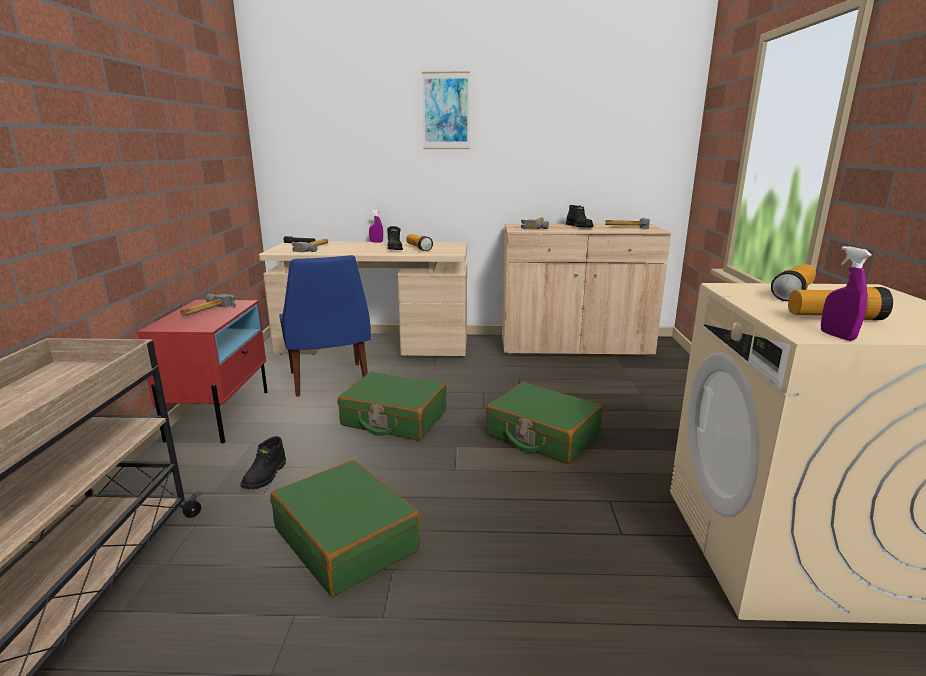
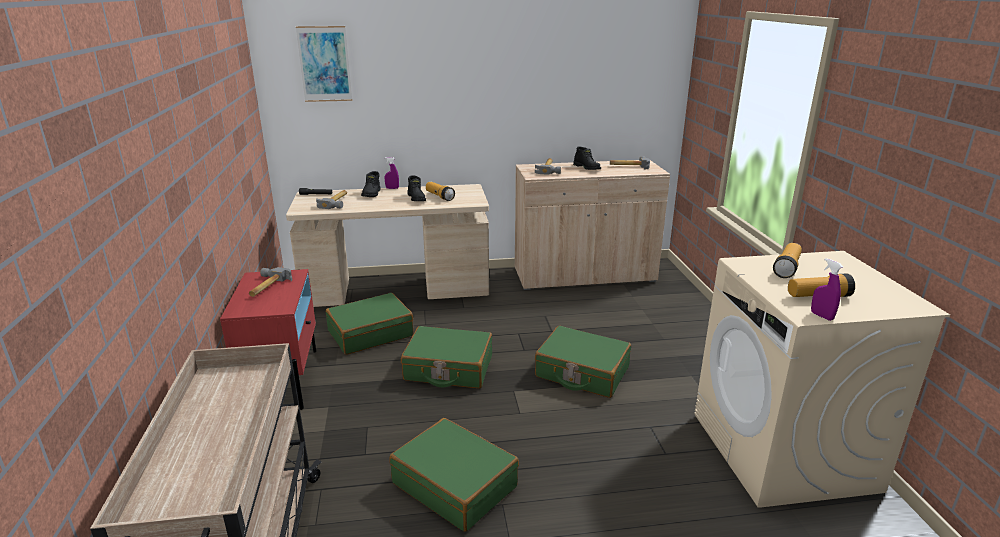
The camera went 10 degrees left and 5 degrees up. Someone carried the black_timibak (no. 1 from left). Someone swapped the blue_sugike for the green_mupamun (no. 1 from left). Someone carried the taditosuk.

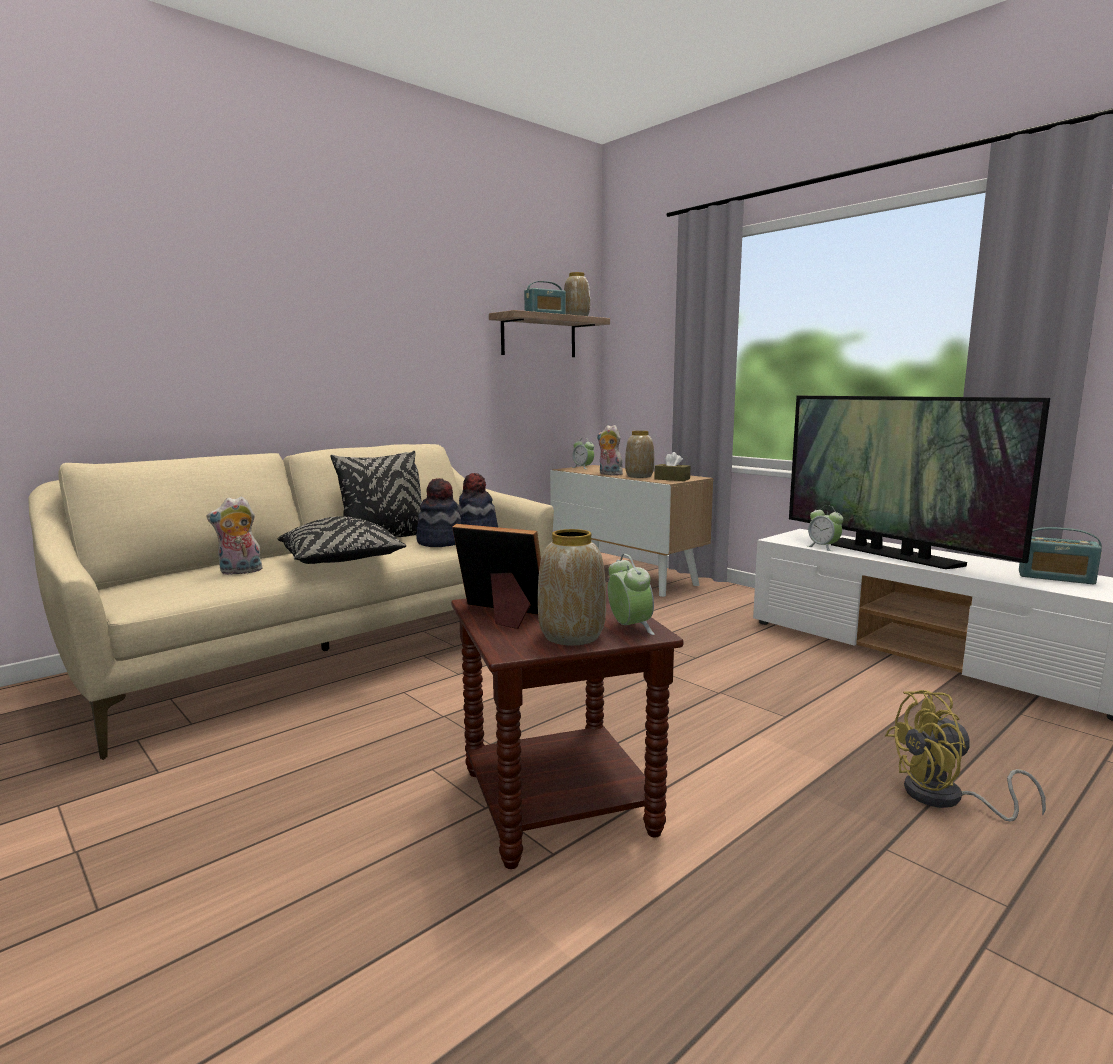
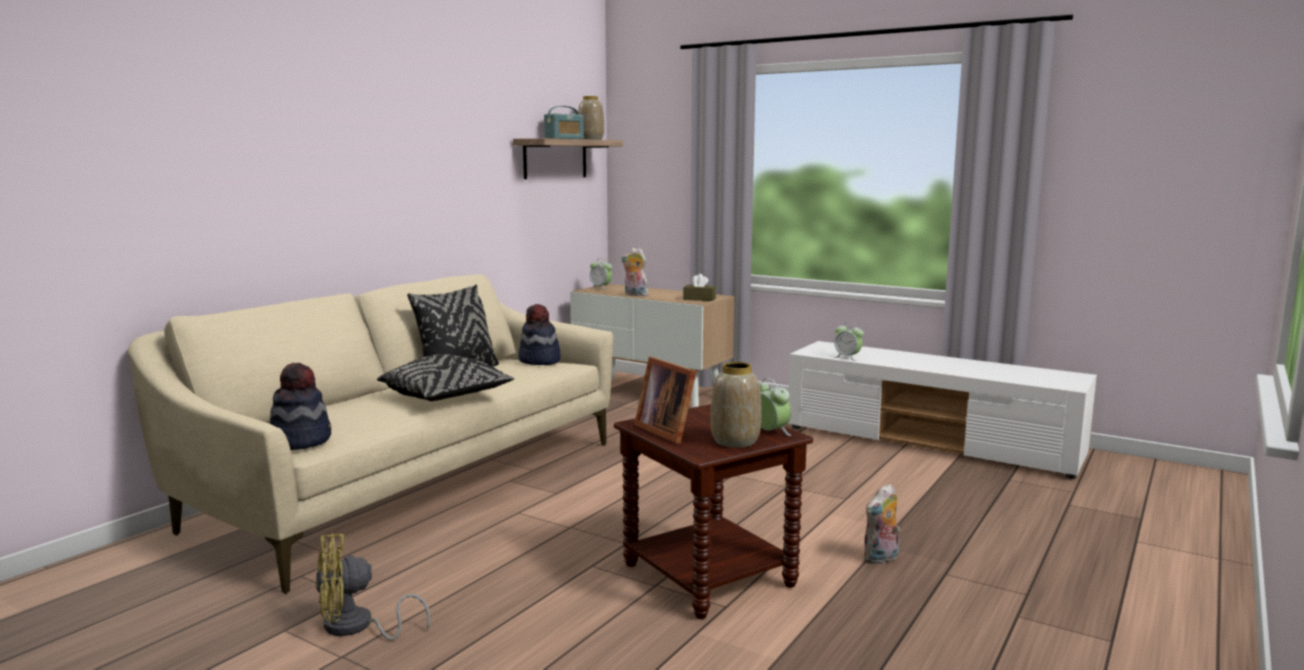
The camera went 15 degrees left and 0 degrees up. Someone carried the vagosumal (no. 1 from left in the first image). Someone carried the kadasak (no. 1 from left). Someone rotated the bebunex by 135 degrees counterclockwise. Someone took away the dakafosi (no. 3 from left). Someone took away the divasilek. Someone carried the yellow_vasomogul. Someone took away the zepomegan (no. 2 from left).

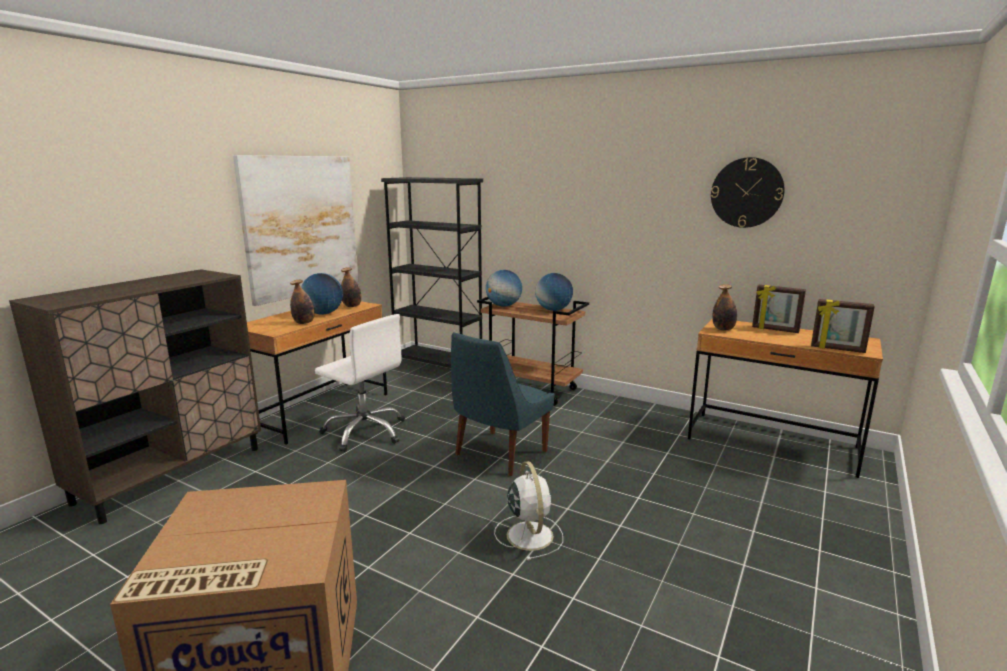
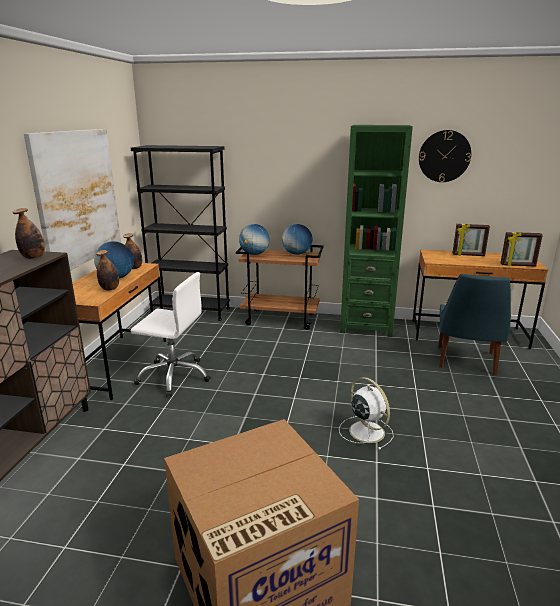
The camera went 20 degrees left and 5 degrees up. Someone carried the blue_sugike. Someone carried the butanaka (no. 3 from left in the first image). Someone put down the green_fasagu.

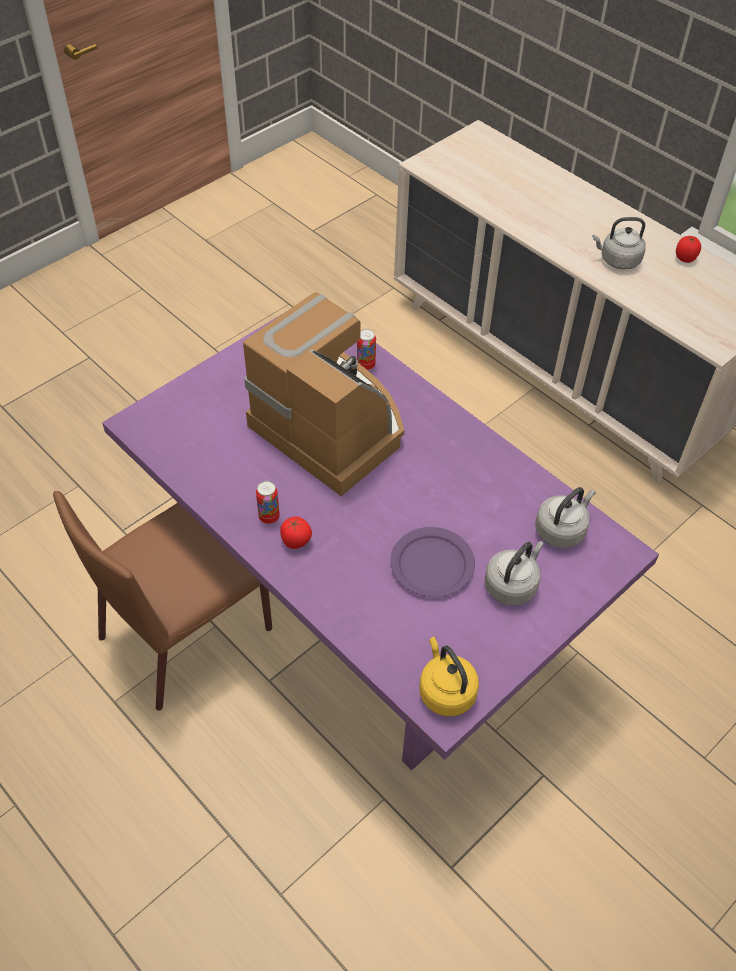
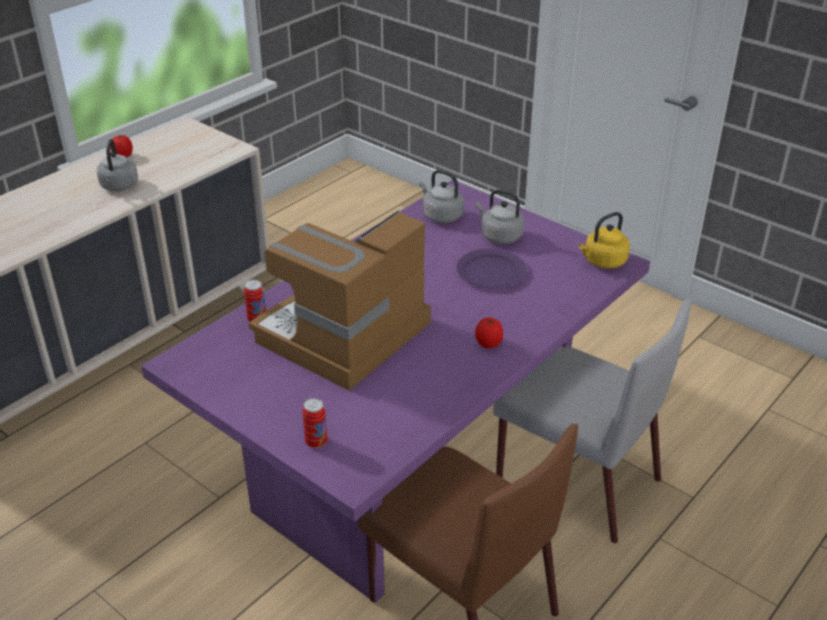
The camera went 95 degrees left and 15 degrees down. Someone carried the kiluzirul (no. 1 from left in the first image). Someone put down the grey_sugike.

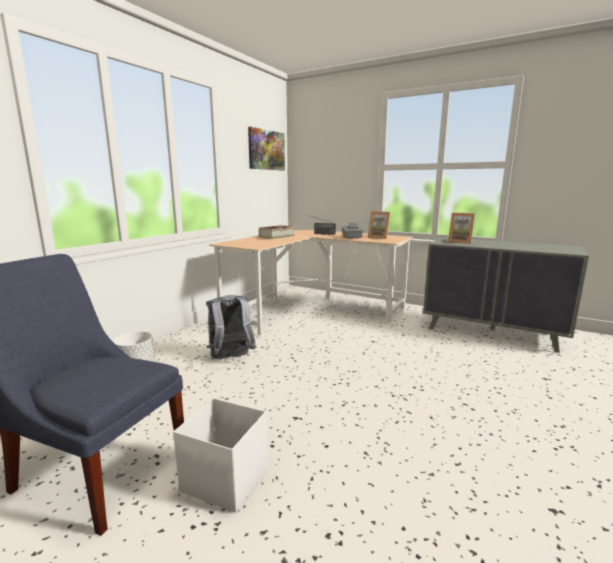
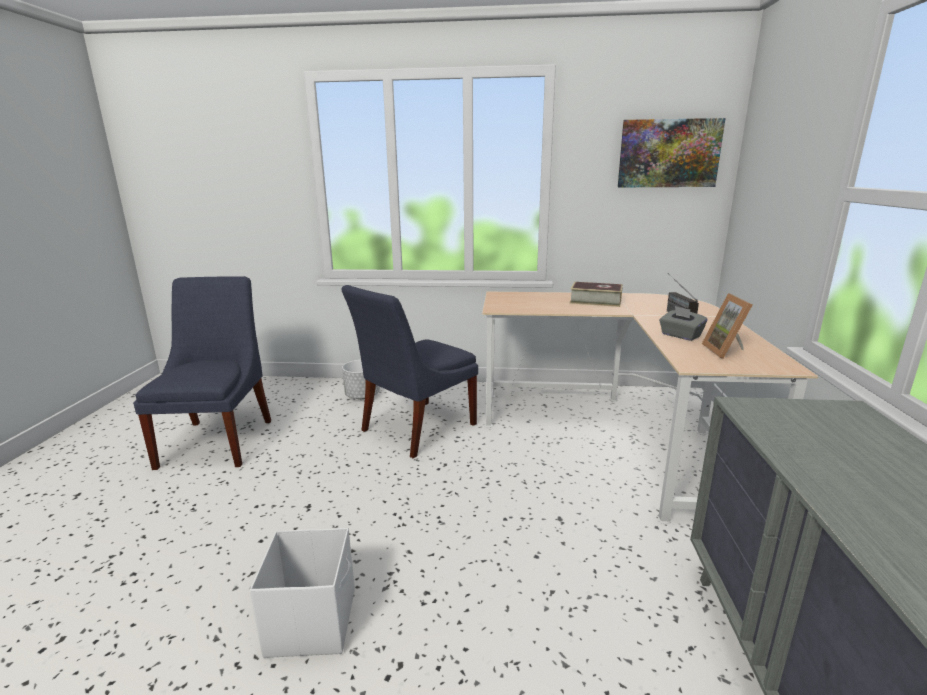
The camera went 65 degrees right and 5 degrees up. Someone carried the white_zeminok. Someone swapped the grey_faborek for the blue_sugike (no. 2 from left). Someone took away the bebunex (no. 2 from left).

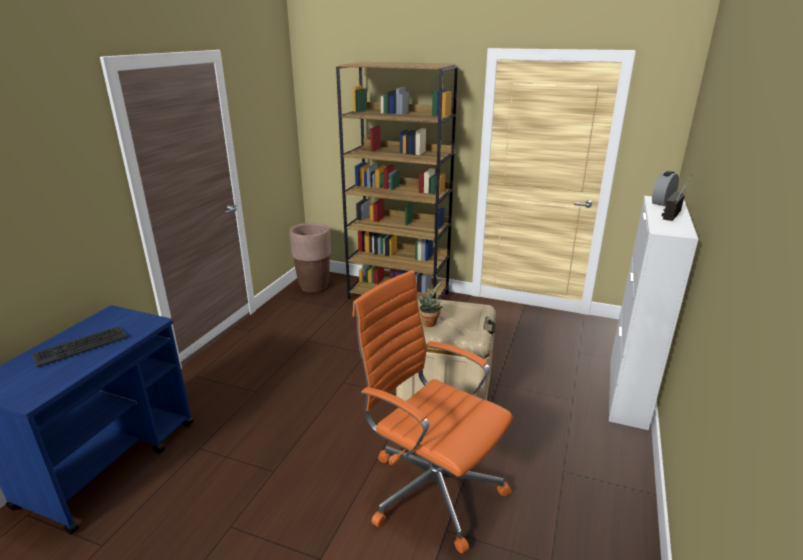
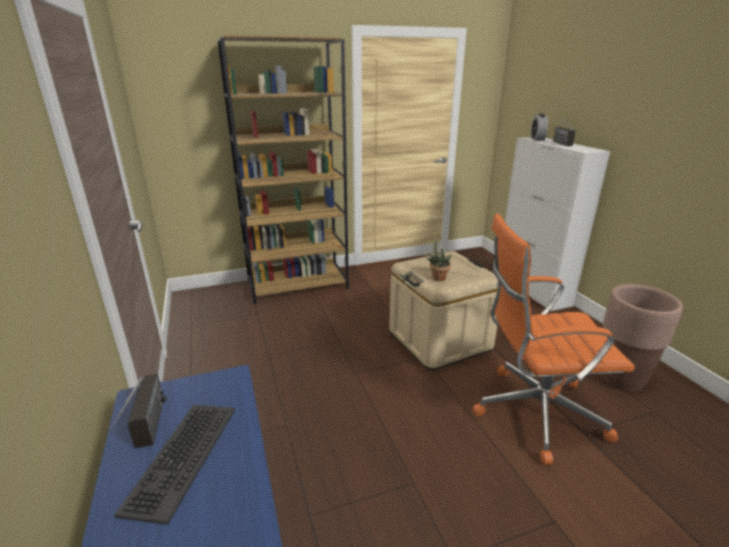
The camera went 40 degrees left and 0 degrees up. Someone carried the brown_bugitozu. Someone put down the zepomegan (no. 1 from left).

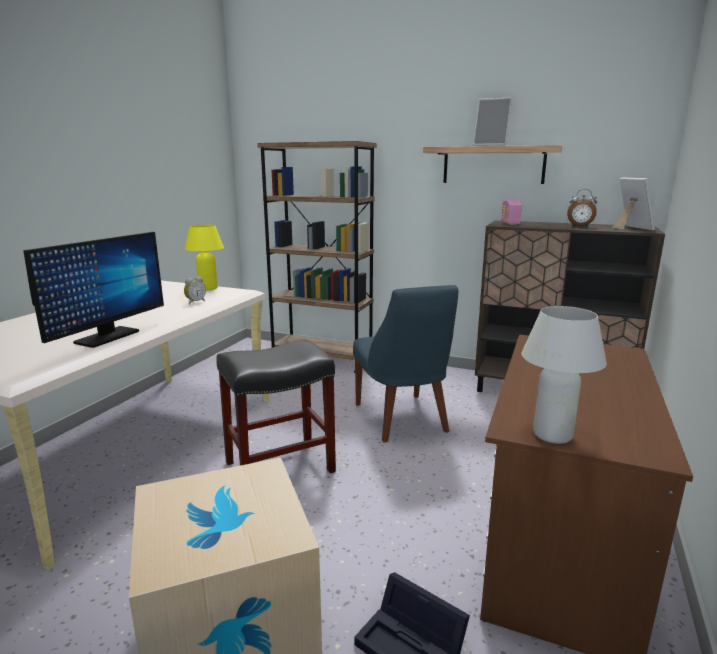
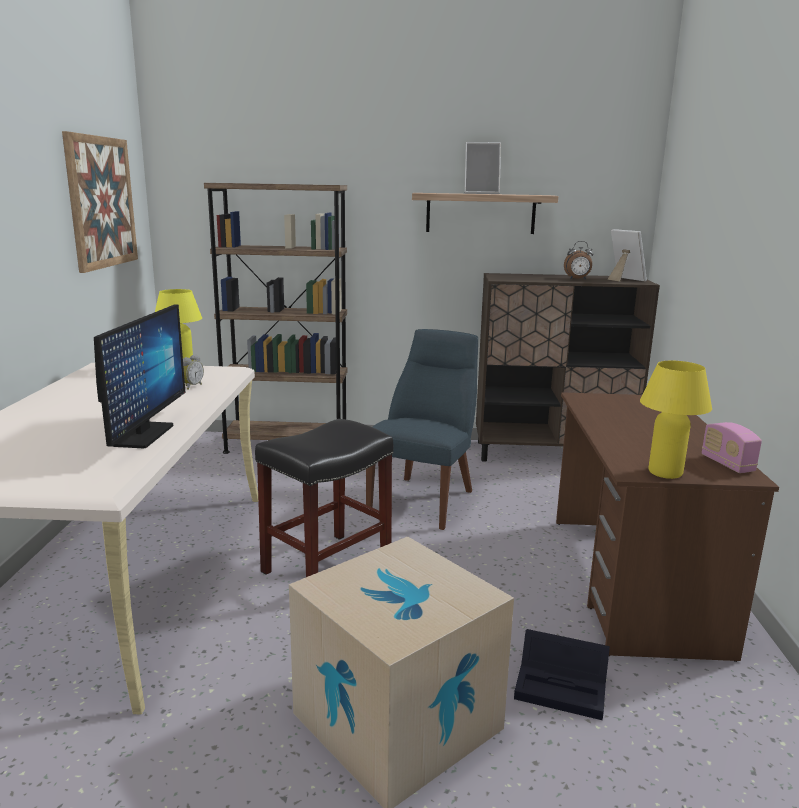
The camera went 20 degrees left and 0 degrees up. Someone rotated the blue_sugike by 120 degrees counterclockwise. Someone carried the zepomegan. Someone repainted the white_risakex, which became the yellow_risakex (no. 2 from left). Someone put up the taditosuk.

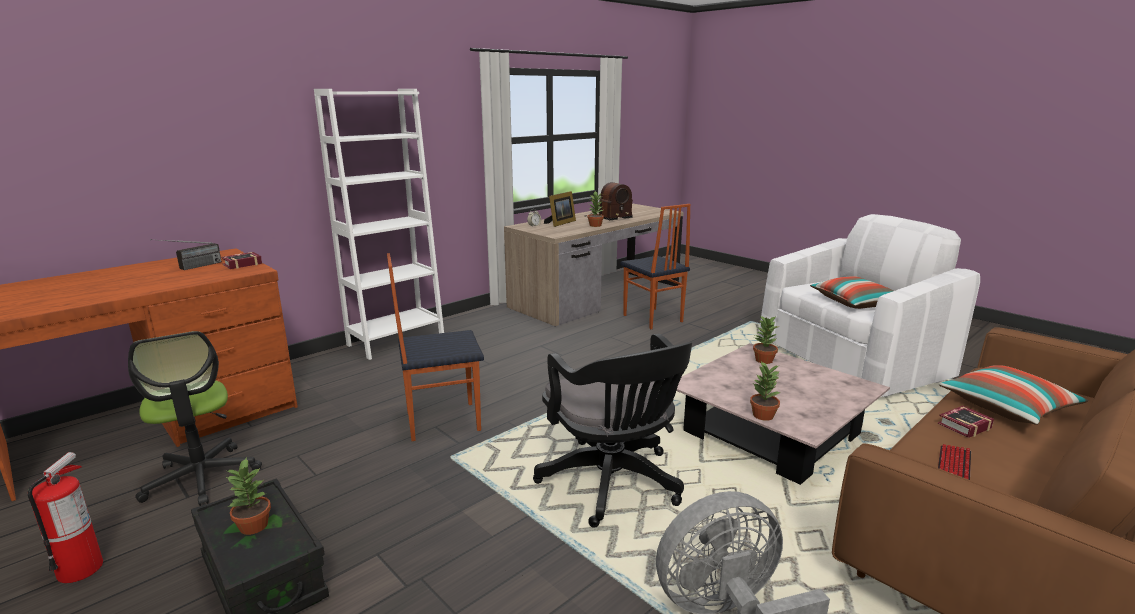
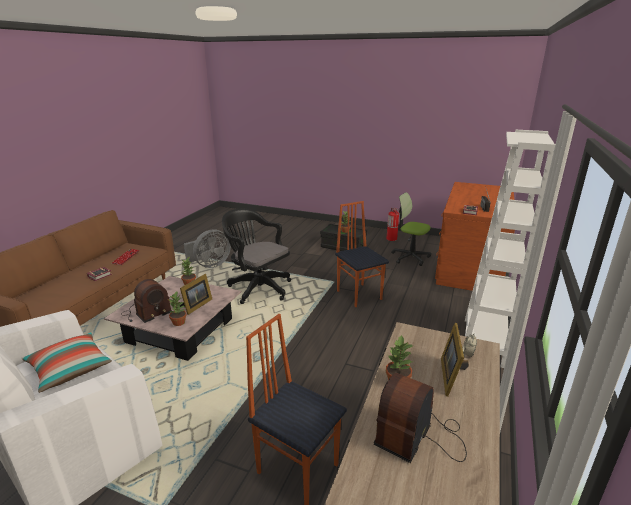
The camera went 155 degrees right and 5 degrees up. Someone rotated the sugike (no. 1 from left in the first image) by 75 degrees counterclockwise. Someone took away the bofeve (no. 2 from left). Someone put down the zepomegan (no. 1 from left). Someone put down the bebunex (no. 1 from left).

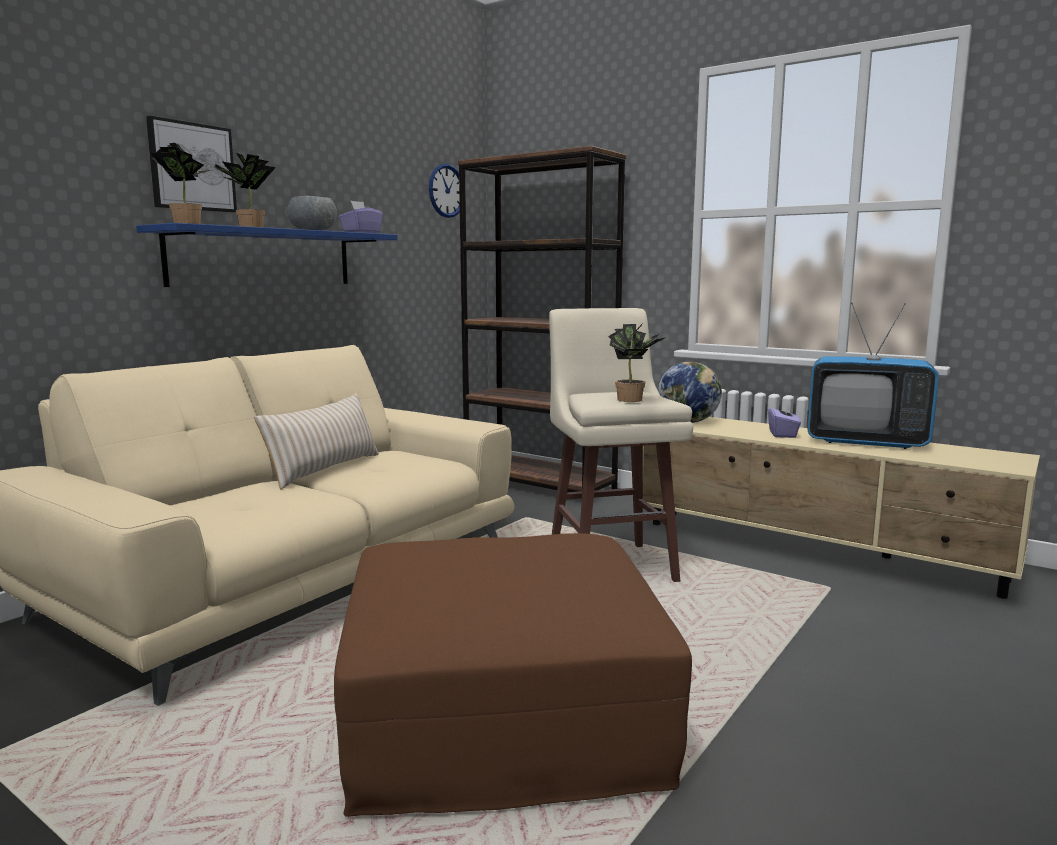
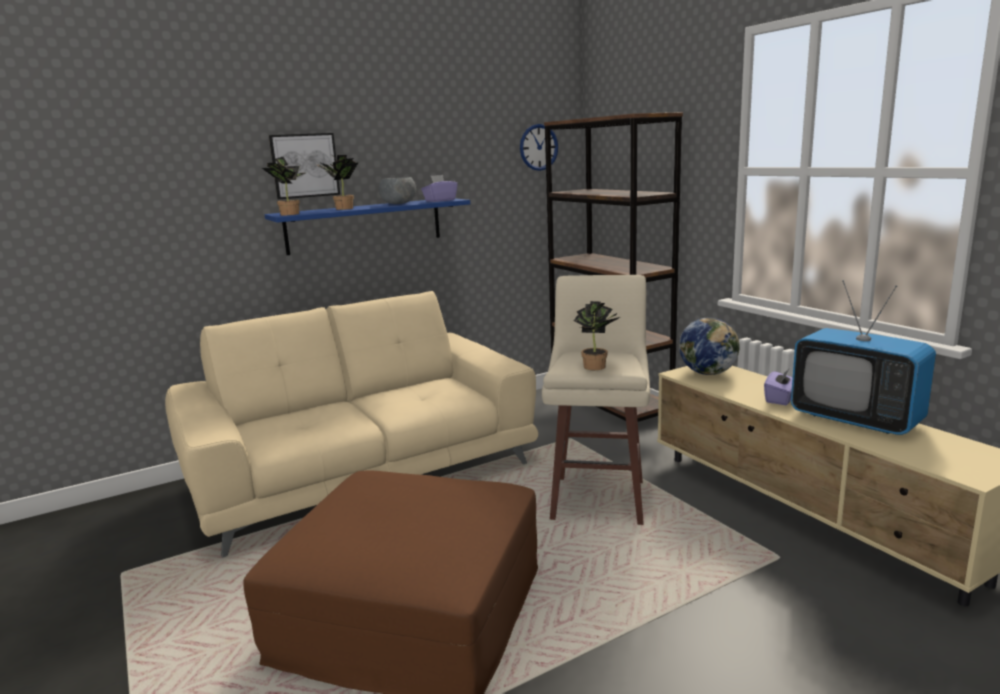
The camera went 25 degrees right and 5 degrees up. Someone took away the beige_bofeve.

